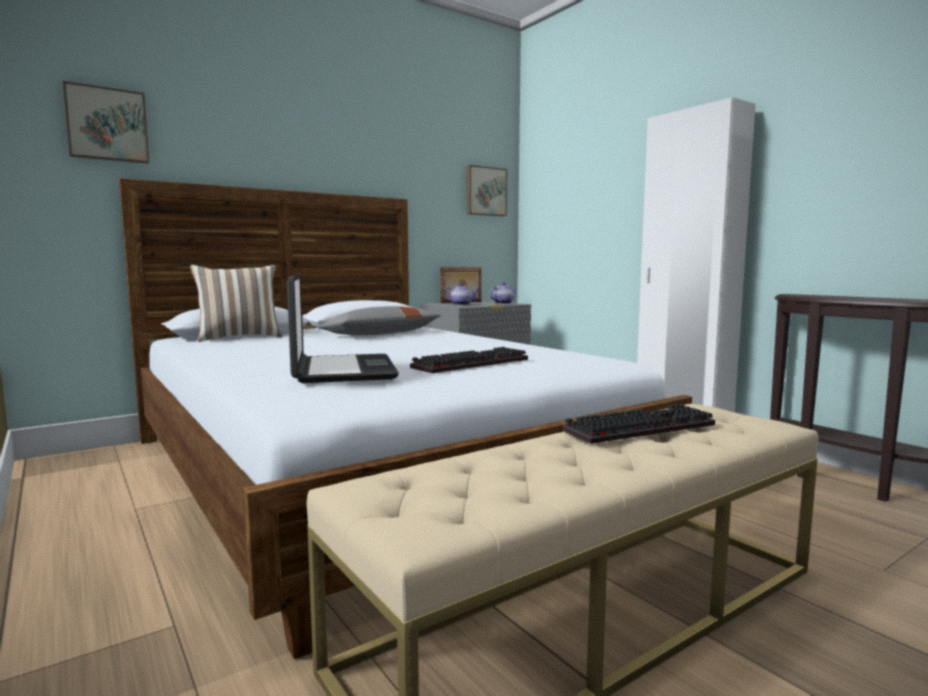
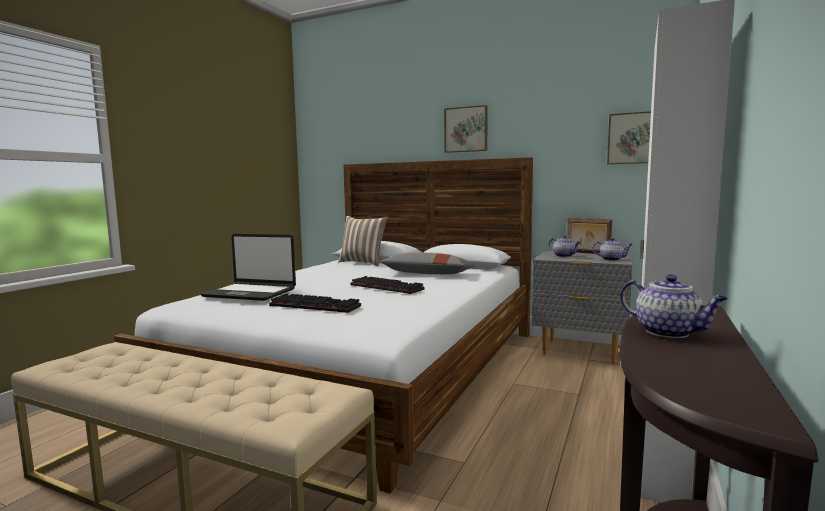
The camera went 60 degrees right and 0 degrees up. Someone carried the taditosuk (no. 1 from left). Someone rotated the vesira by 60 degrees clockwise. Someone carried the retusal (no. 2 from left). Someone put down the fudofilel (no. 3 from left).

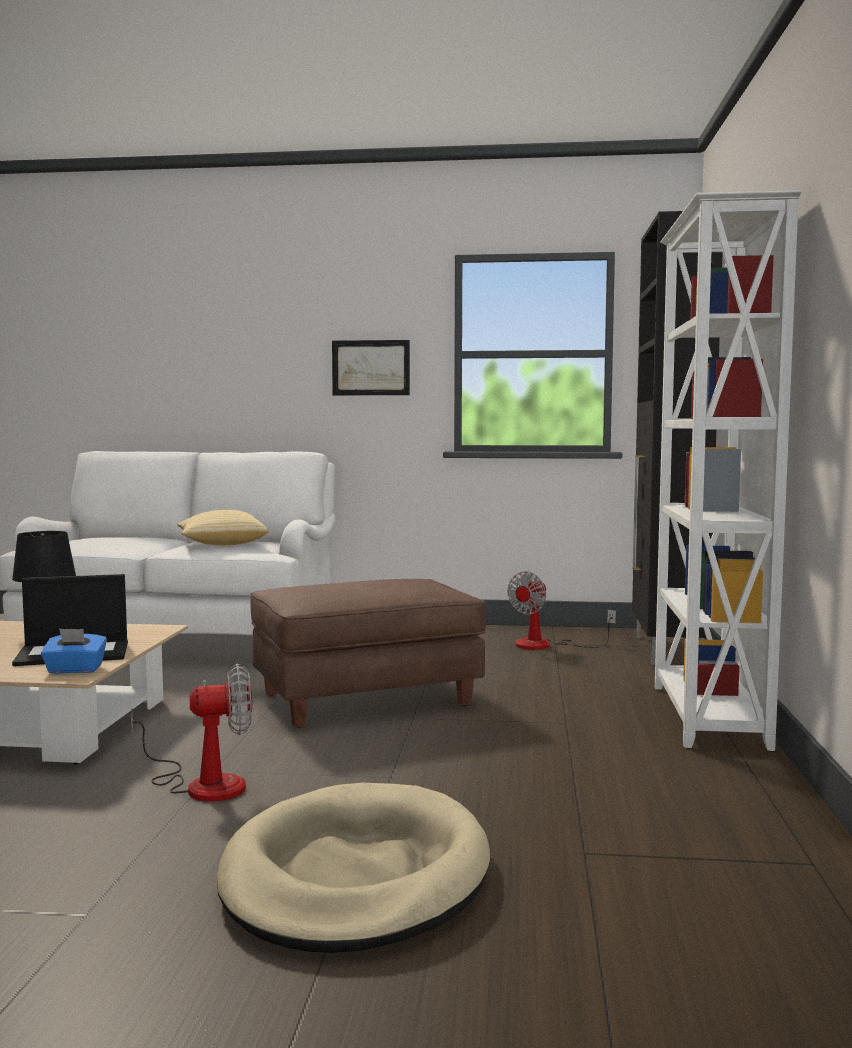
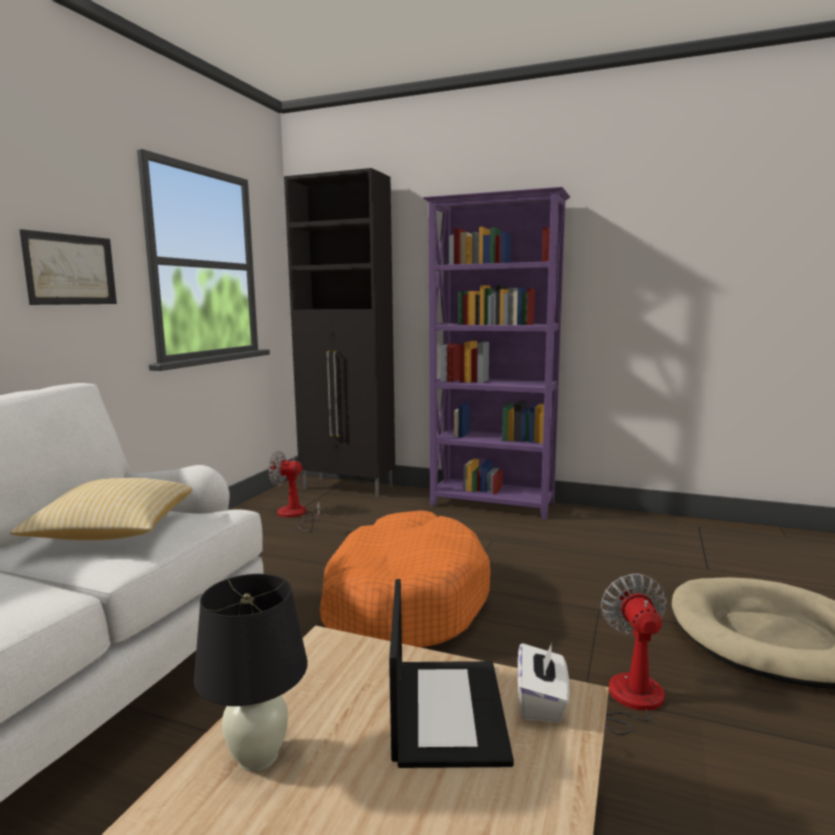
The camera went 75 degrees left and 5 degrees up. Someone repainted the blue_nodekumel, which became the white_nodekumel. Someone swapped the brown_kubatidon for the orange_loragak. Someone rotated the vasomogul (no. 2 from left in the first image) by 135 degrees clockwise. Someone repainted the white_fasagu, which became the purple_fasagu.

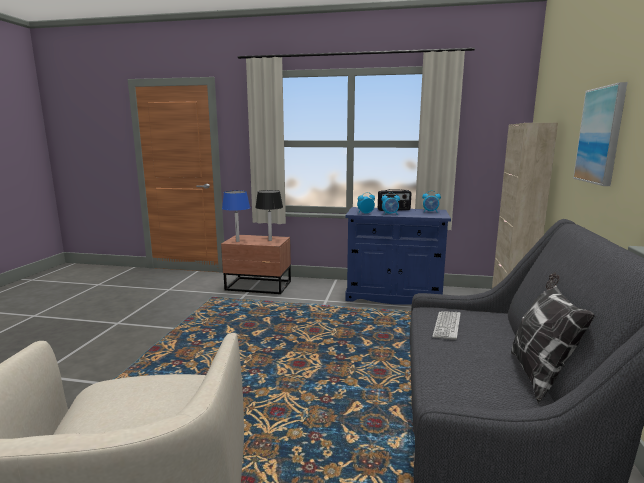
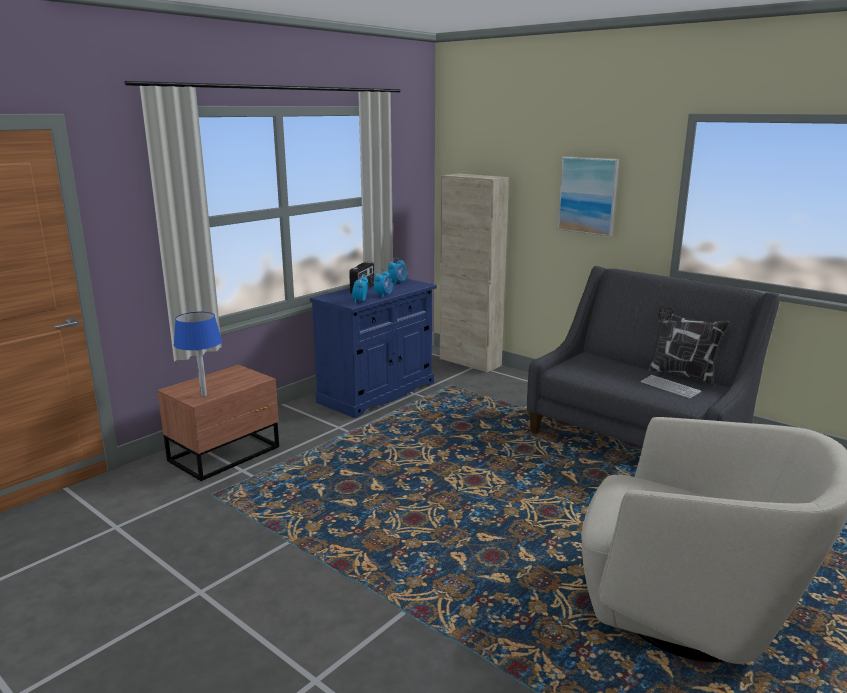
The camera went 60 degrees left and 5 degrees up. Someone took away the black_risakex. Someone carried the retusal.

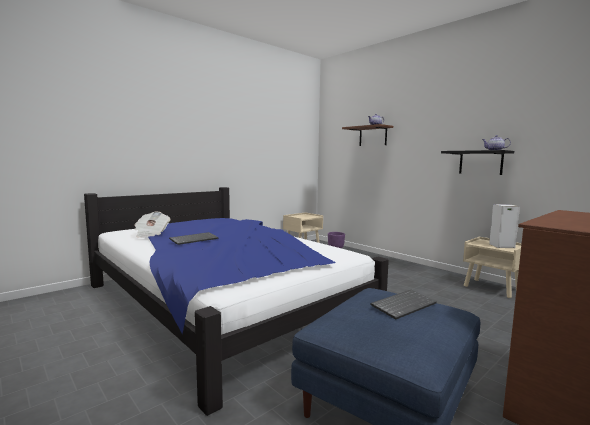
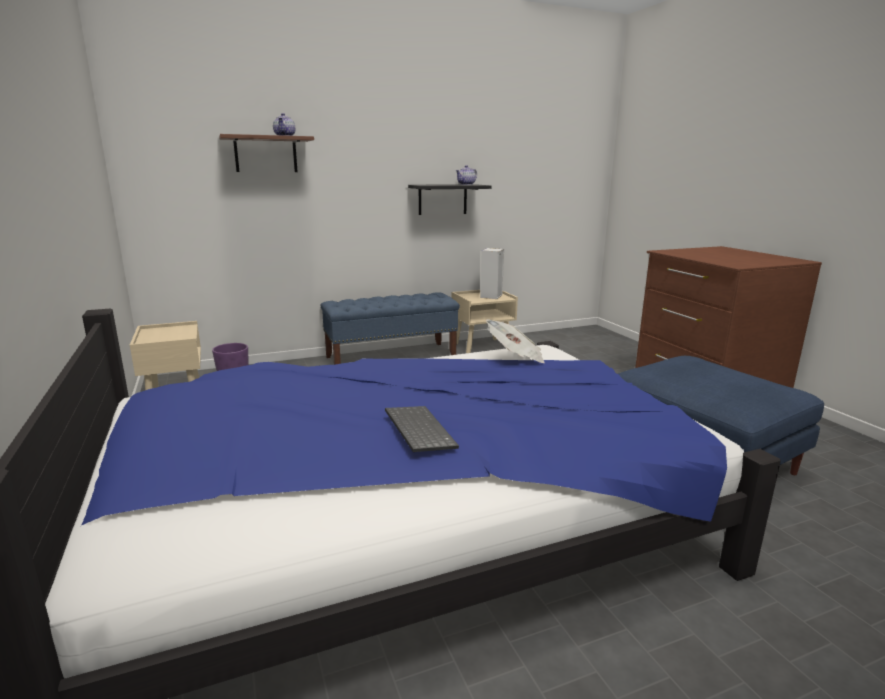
The camera went 70 degrees left and 10 degrees up. Someone carried the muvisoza. Someone took away the retusal (no. 2 from left). Someone put down the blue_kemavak.

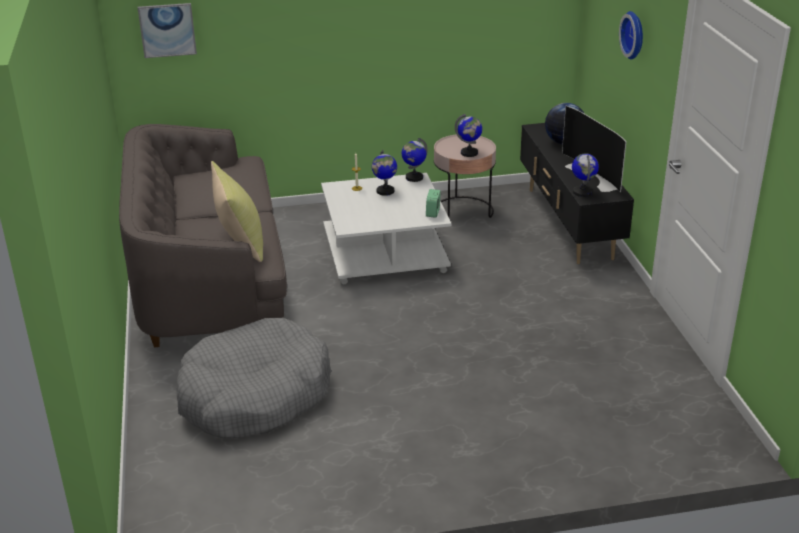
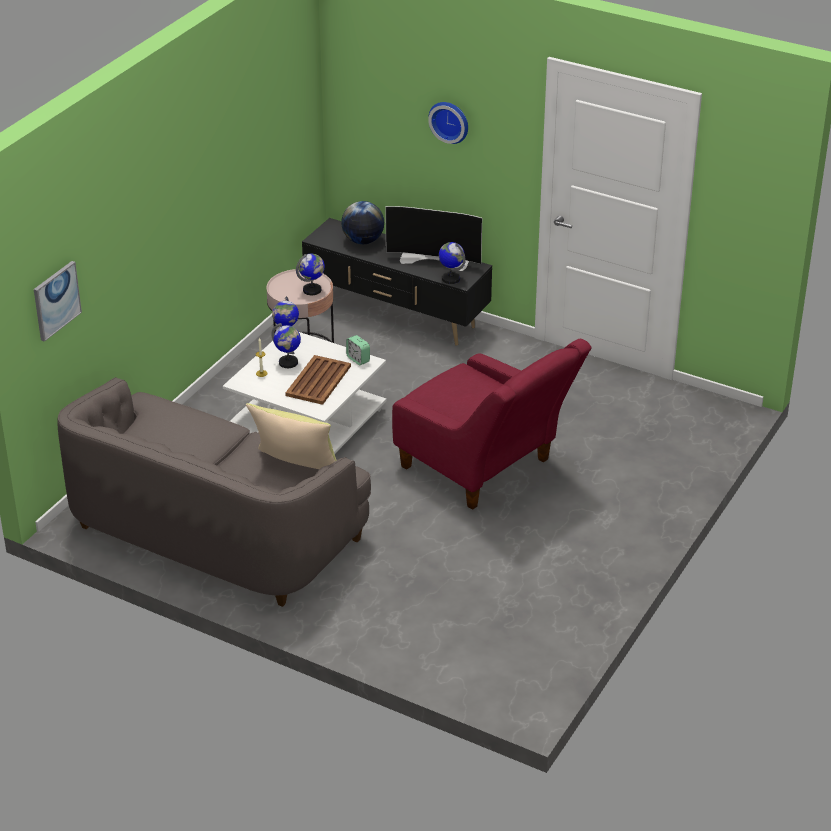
The camera went 50 degrees left and 5 degrees up. Someone took away the grey_loragak. Someone put down the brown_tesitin. Someone put down the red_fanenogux.

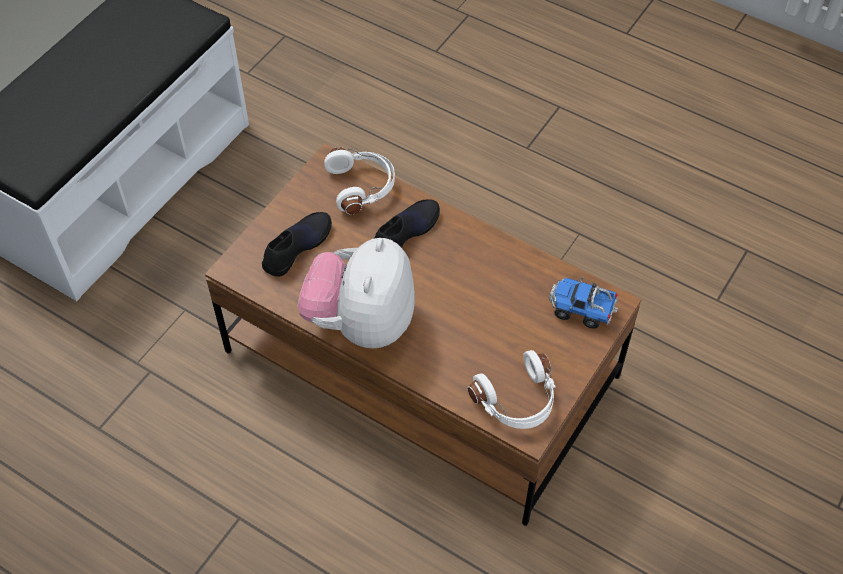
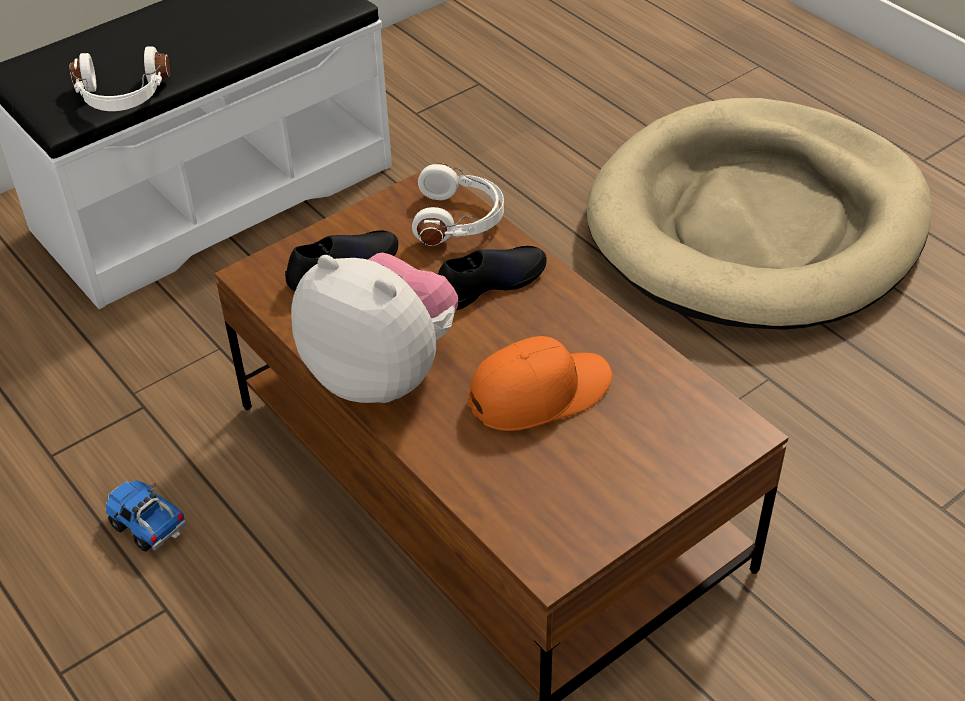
The camera went 20 degrees right and 10 degrees down. Someone rotated the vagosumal by 90 degrees clockwise. Someone carried the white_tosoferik (no. 2 from left in the first image). Someone carried the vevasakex. Someone put down the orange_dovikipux. Someone put down the beige_loragak.

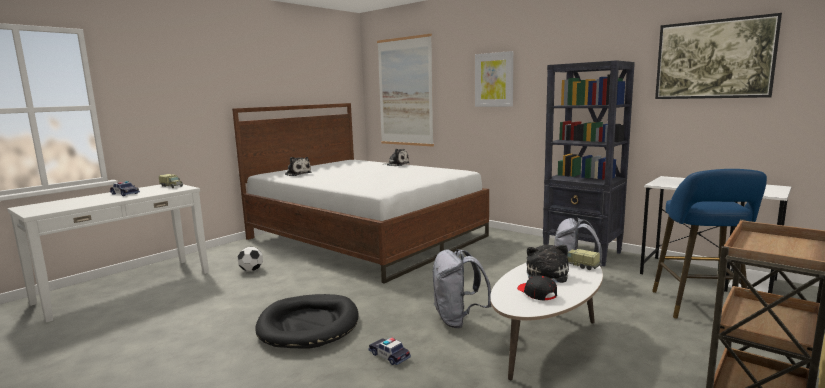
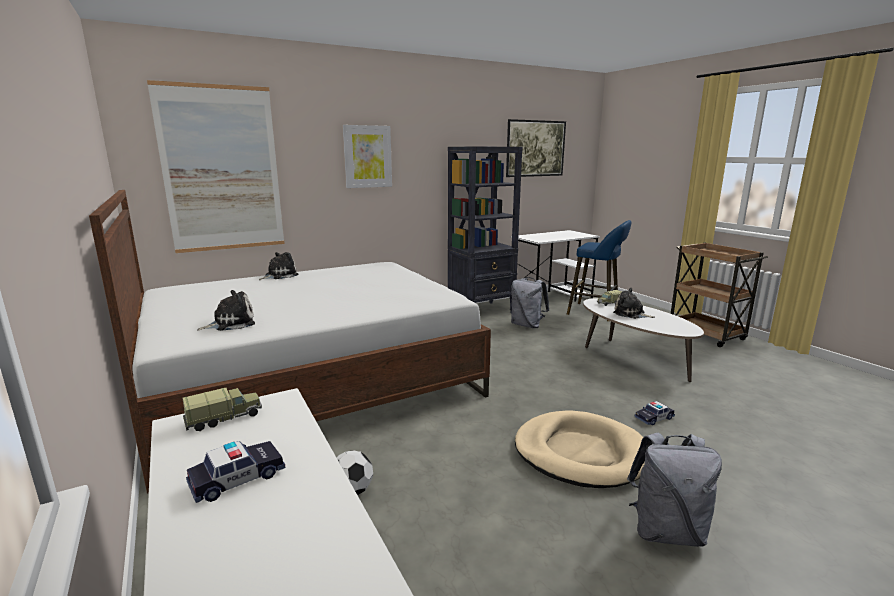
The camera went 70 degrees left and 5 degrees up. Someone repainted the black_loragak, which became the beige_loragak. Someone carried the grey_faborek (no. 1 from left in the first image). Someone took away the black_dovikipux.

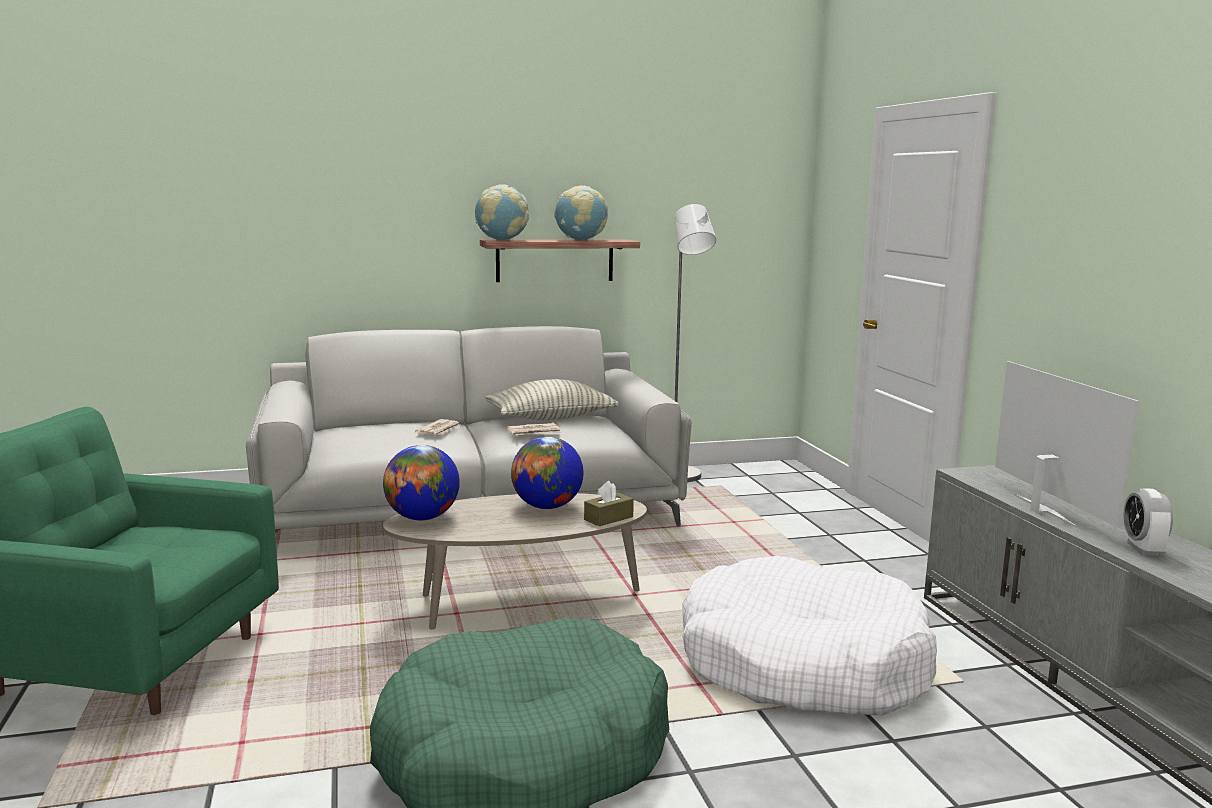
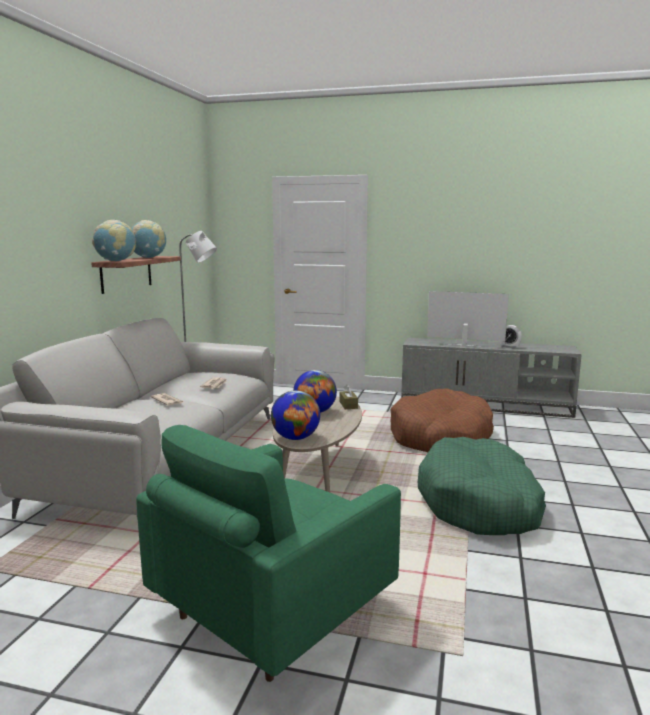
The camera went 60 degrees left and 0 degrees up. Someone took away the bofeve. Someone repainted the white_loragak, which became the brown_loragak.

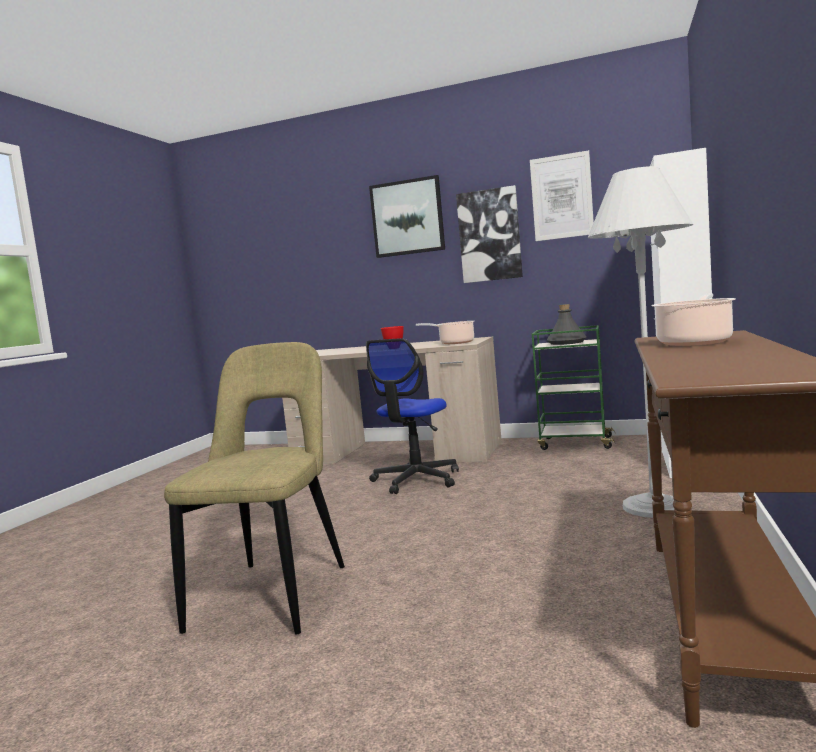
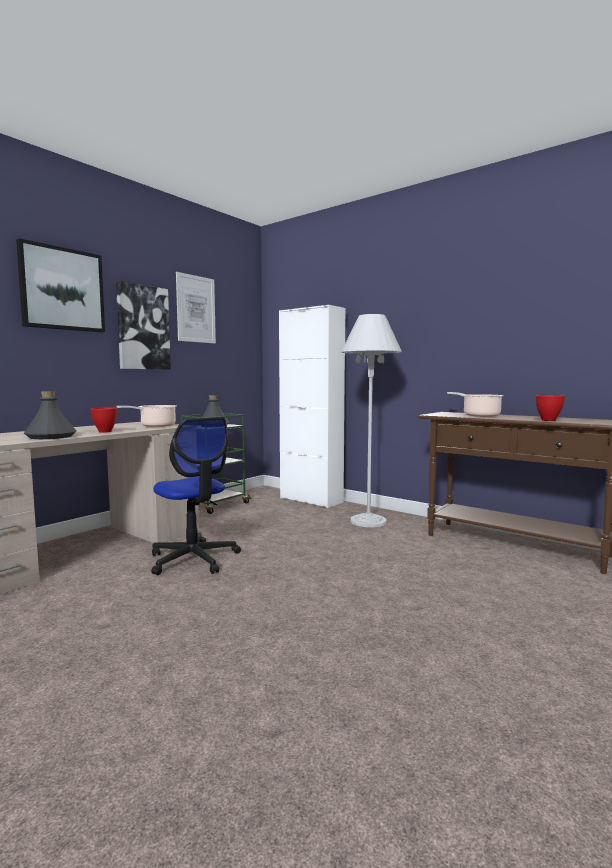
The camera went 70 degrees left and 0 degrees up. Someone took away the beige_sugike. Someone put down the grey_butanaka (no. 1 from left). Someone put down the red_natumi (no. 2 from left).

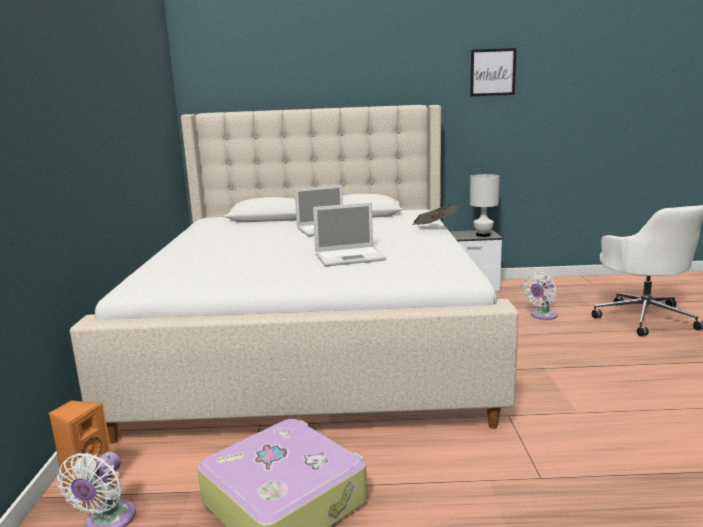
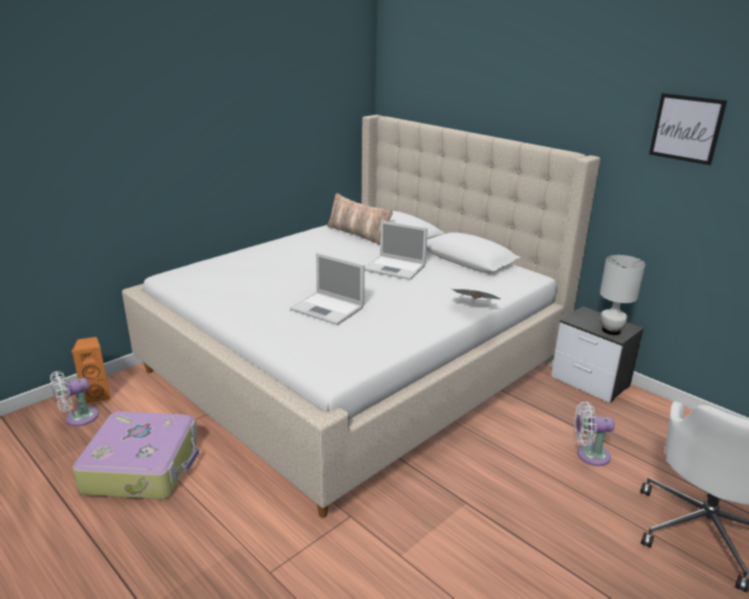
The camera went 45 degrees right and 10 degrees up. Someone put down the bofeve.

